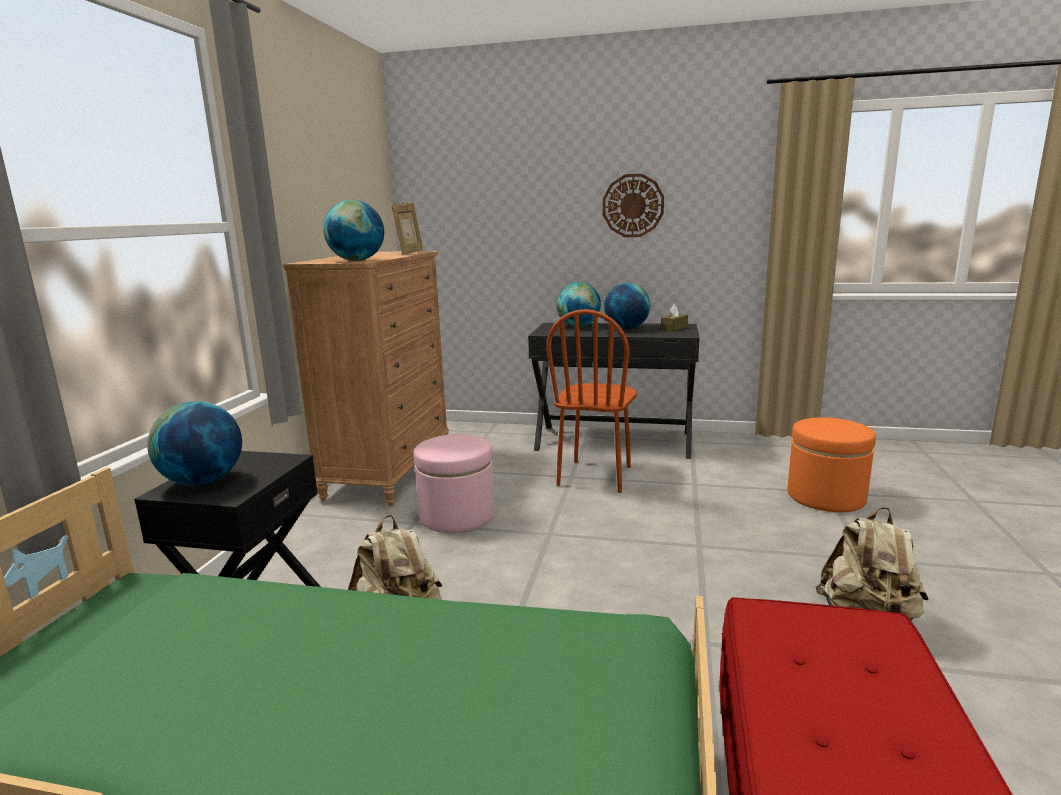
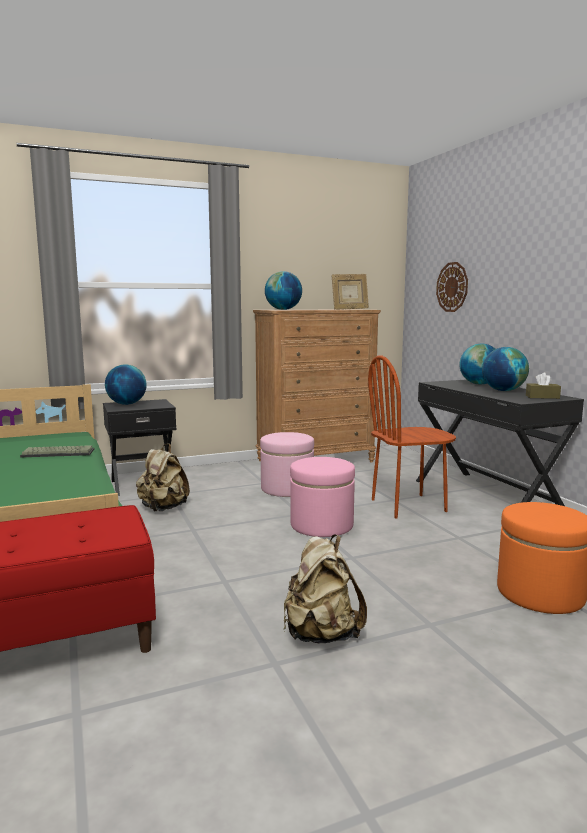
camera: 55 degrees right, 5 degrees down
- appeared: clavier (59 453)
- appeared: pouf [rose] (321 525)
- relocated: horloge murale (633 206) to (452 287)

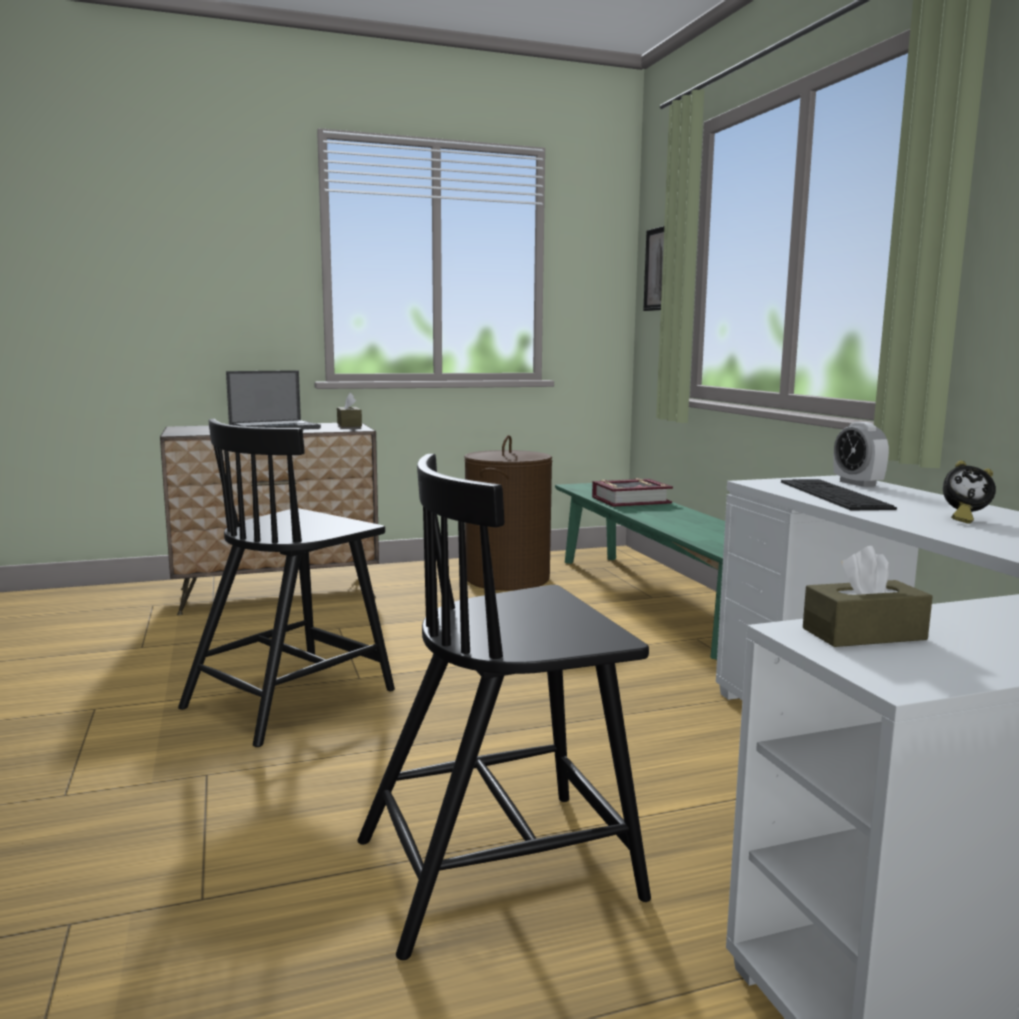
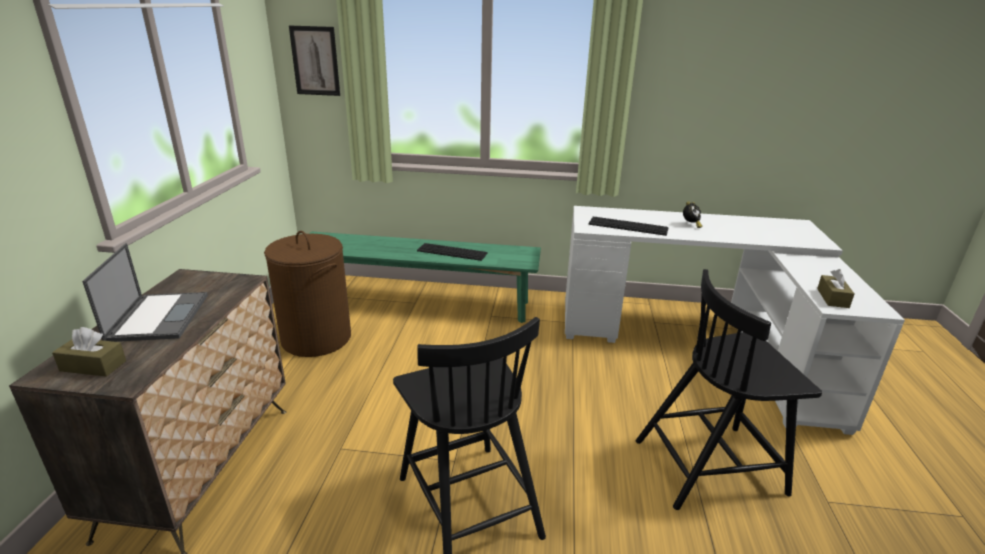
camera: 65 degrees left, 15 degrees up
- missing: livre (631 500)
- missing: réveil (857 483)
- appeared: clavier (452 252)
- relocated: boîte à mouchoirs [marron] (349 424) to (93 366)
- spun: chaise [noir] (502 866) = (711 466) 75 degrees clockwise

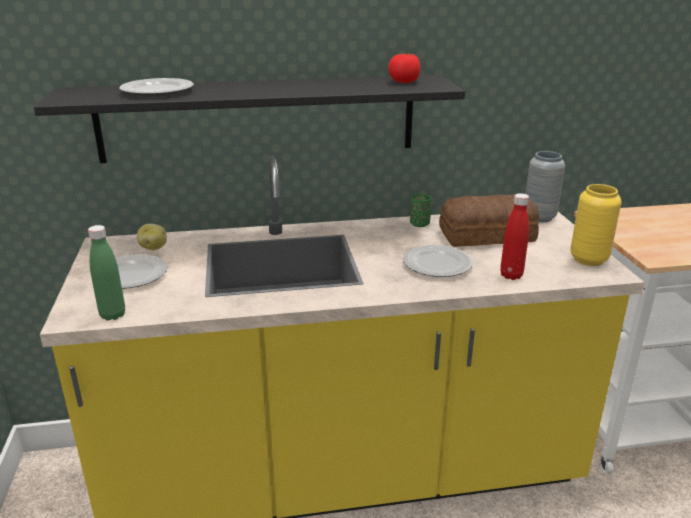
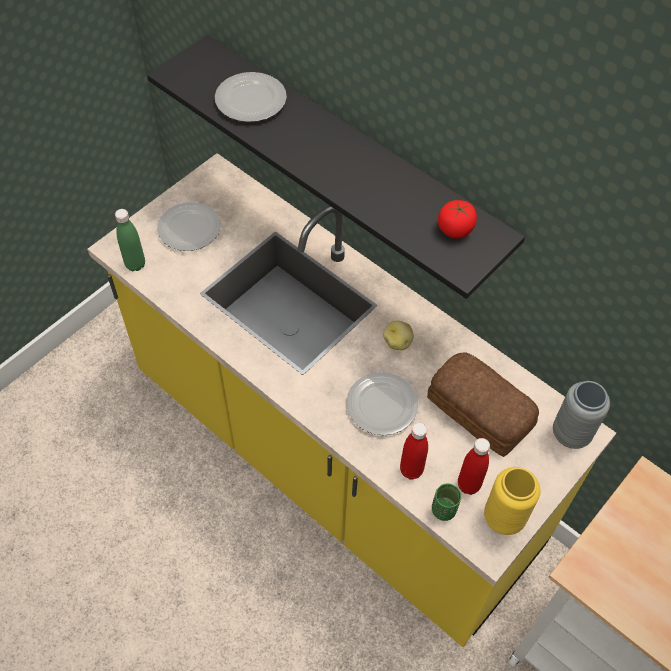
camera: 50 degrees right, 30 degrees up
- appeared: bouteille [rouge] (468 485)
- relocated: pomme de terre (153 247) to (398 342)
- relocated: tasse [vert] (419 224) to (443 510)

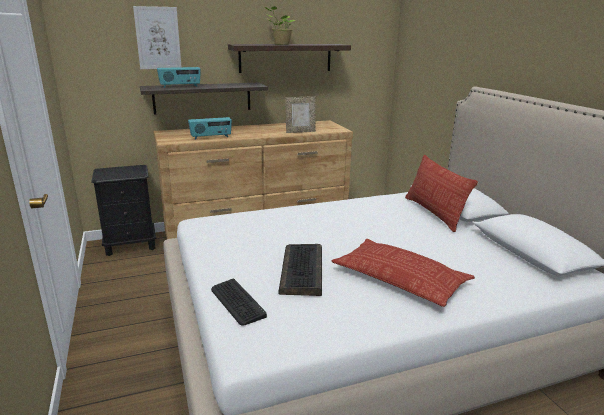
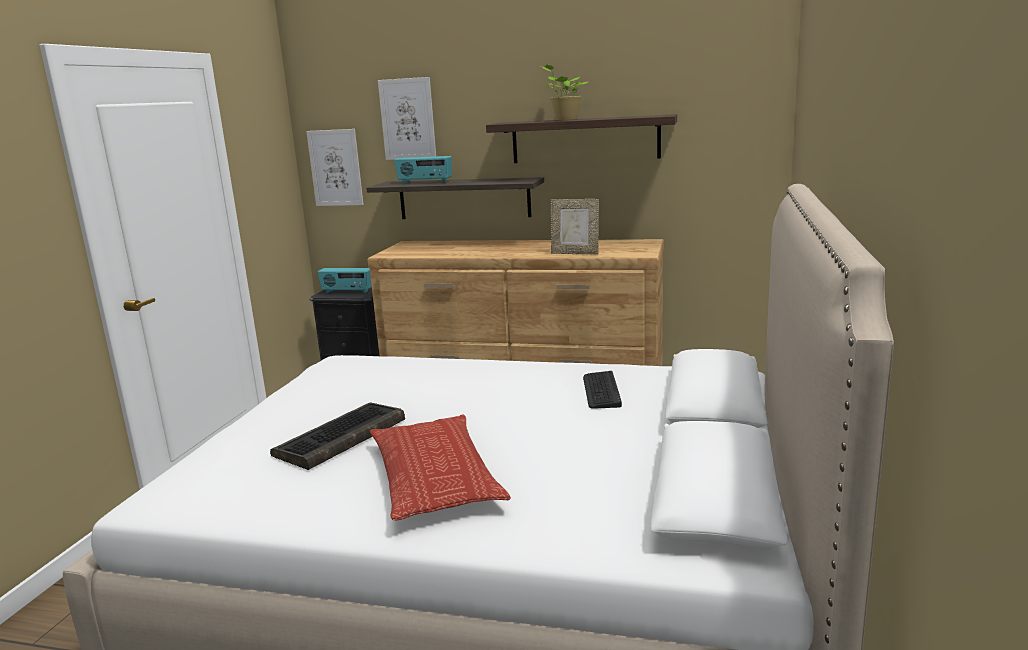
camera: 35 degrees right, 5 degrees down
- missing: coussin (434 213)
- appeared: tableau (335 168)
- relocated: radio (211 137) to (347 292)
- relocated: clavier (237 302) to (601 391)

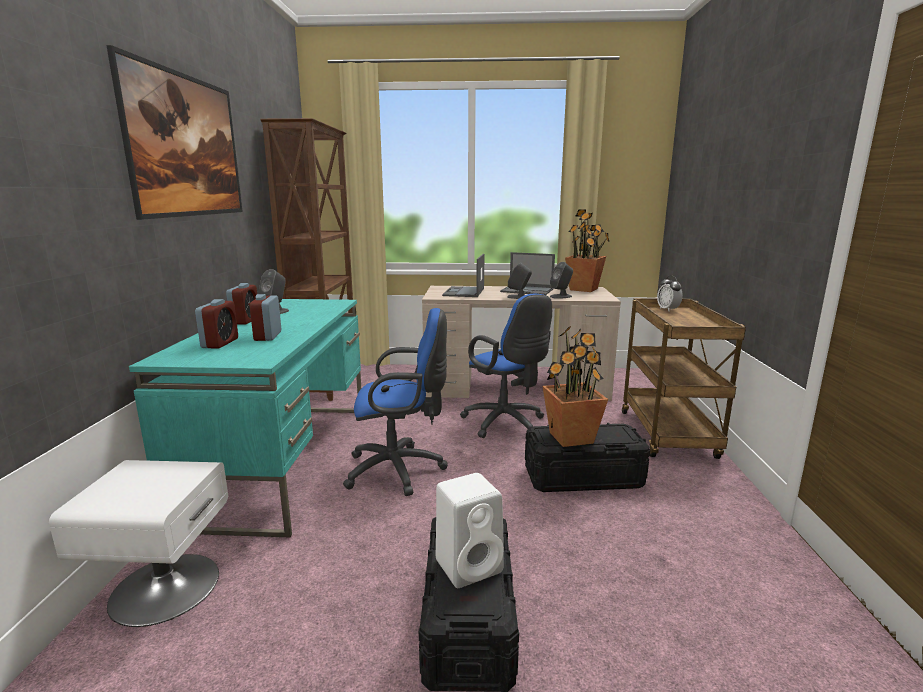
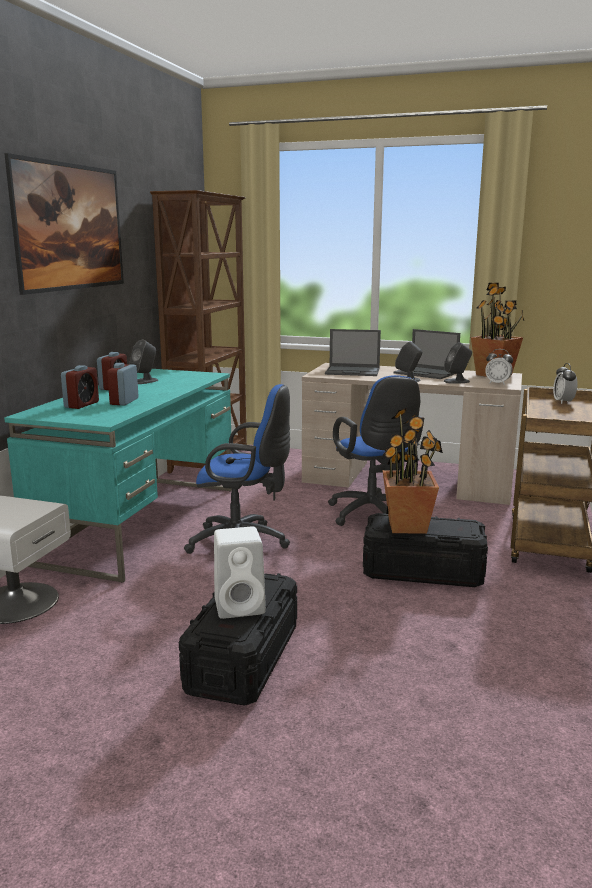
camera: 15 degrees right, 0 degrees up
- appeared: réveil (497 383)
- spun: ordinateur portable (464 292) = (353 371) 105 degrees counterclockwise

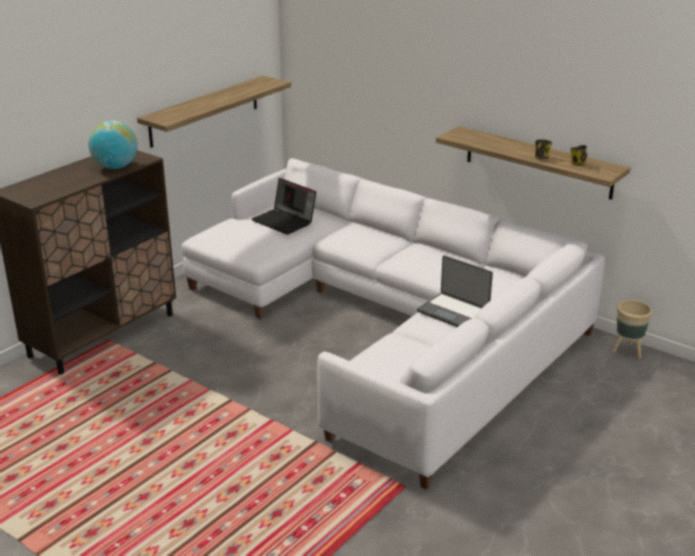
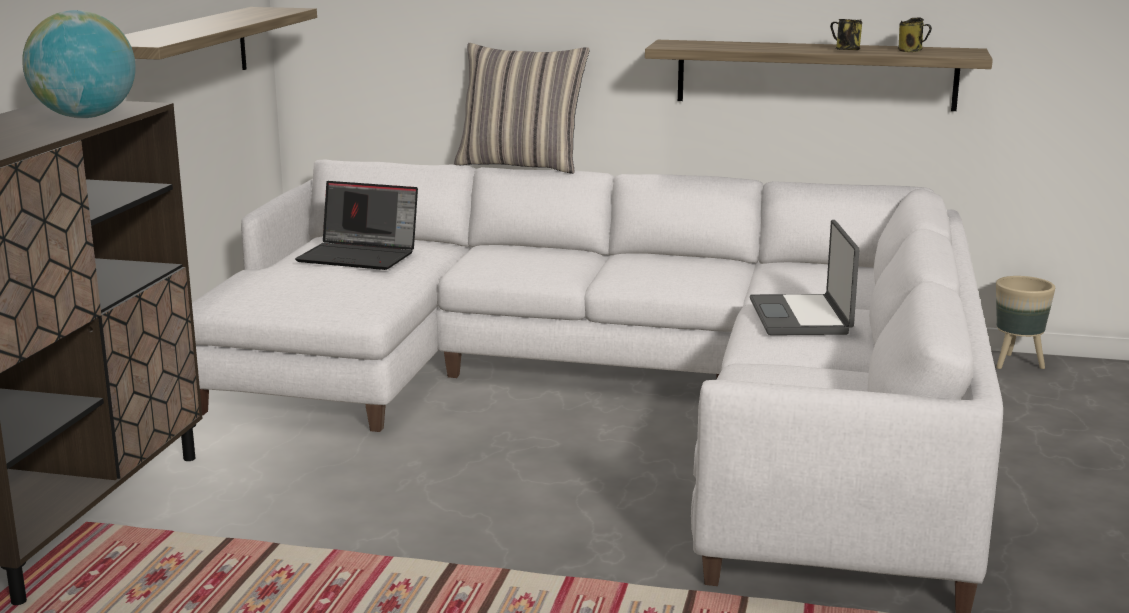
camera: 25 degrees left, 10 degrees down
- appeared: coussin (521 165)
- spun: ordinateur portable (454 312) = (802 317) 75 degrees clockwise

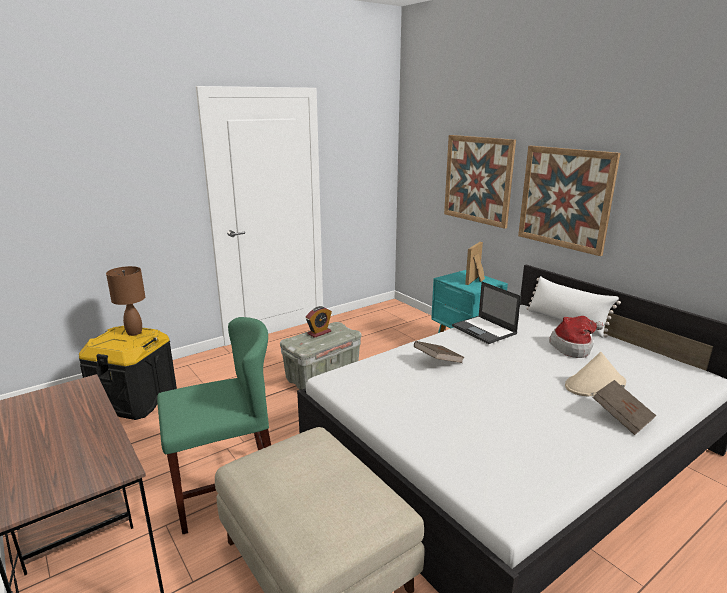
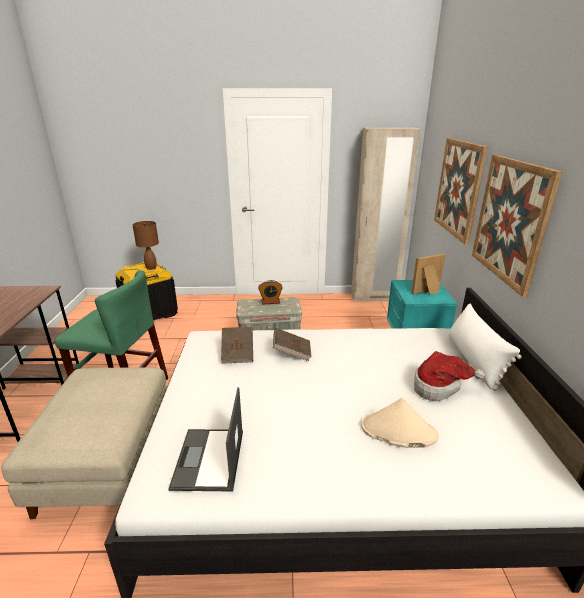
camera: 35 degrees right, 5 degrees up
- appeared: armoire [beige] (374 297)
- relocated: ordinateur portable (484 330) to (209 460)
- relocated: livre [marron] (621 417) to (238 353)

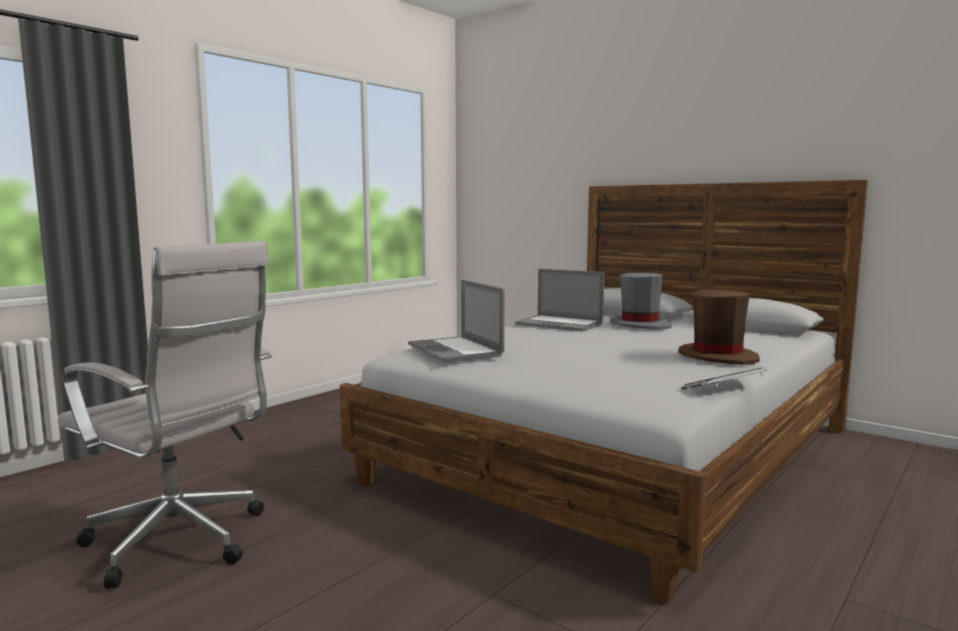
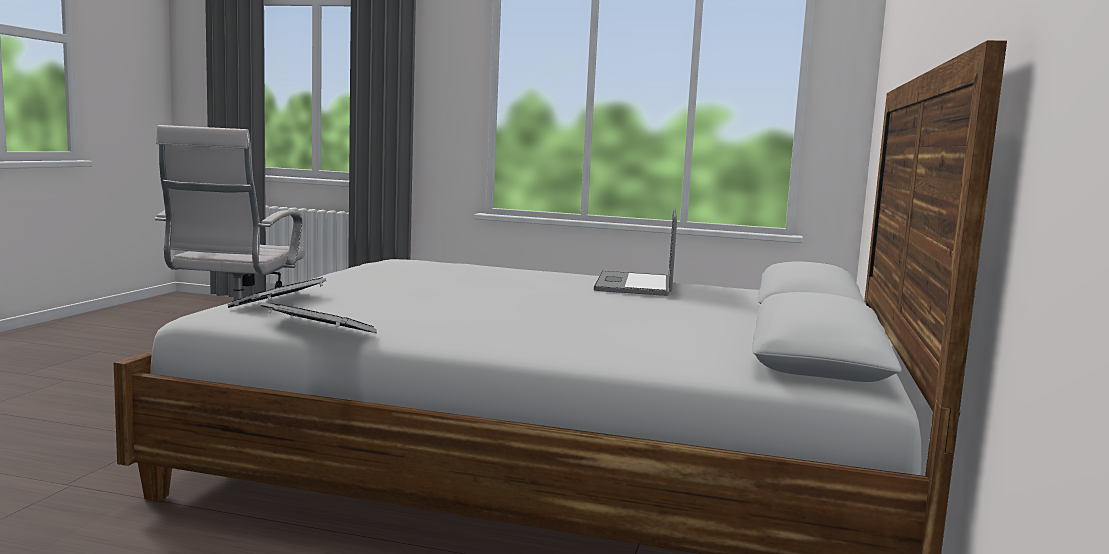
camera: 65 degrees right, 0 degrees up
- missing: ordinateur portable (454 350)
- missing: chapeau [gris] (640 325)
- missing: chapeau [marron] (717 357)
- appeared: clavier (280 301)

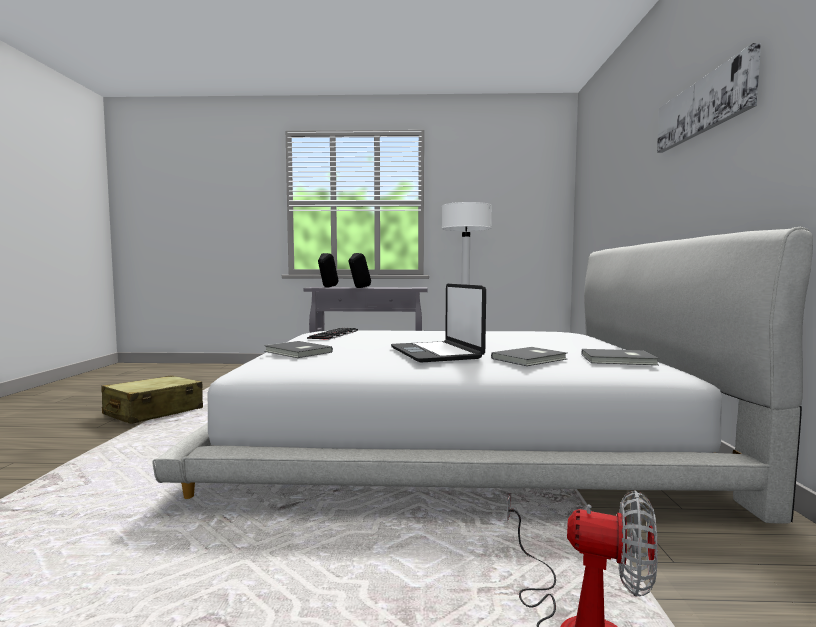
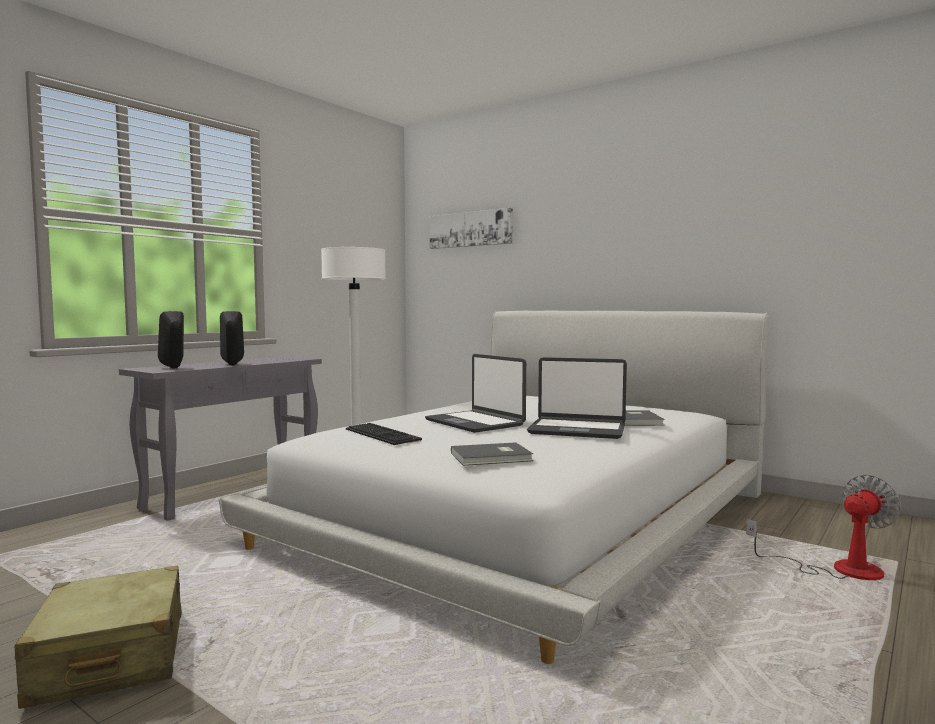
camera: 55 degrees left, 0 degrees up
- missing: livre [gris] (619 360)
- appeared: ordinateur portable (475 423)
- relocated: tableau (703 107) to (470 229)

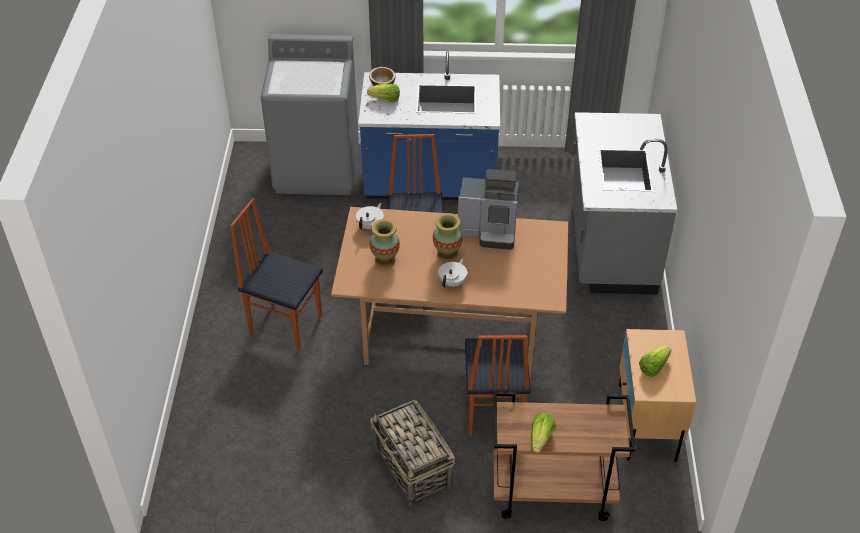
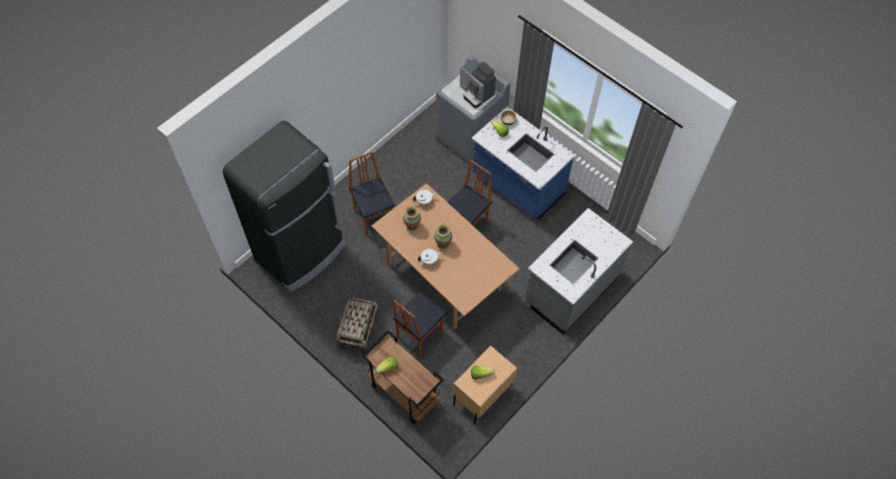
camera: 40 degrees right, 15 degrees up
- appeared: réfrigérateur [noir] (301 252)
- relocated: machine à café (489 231) to (476 93)

